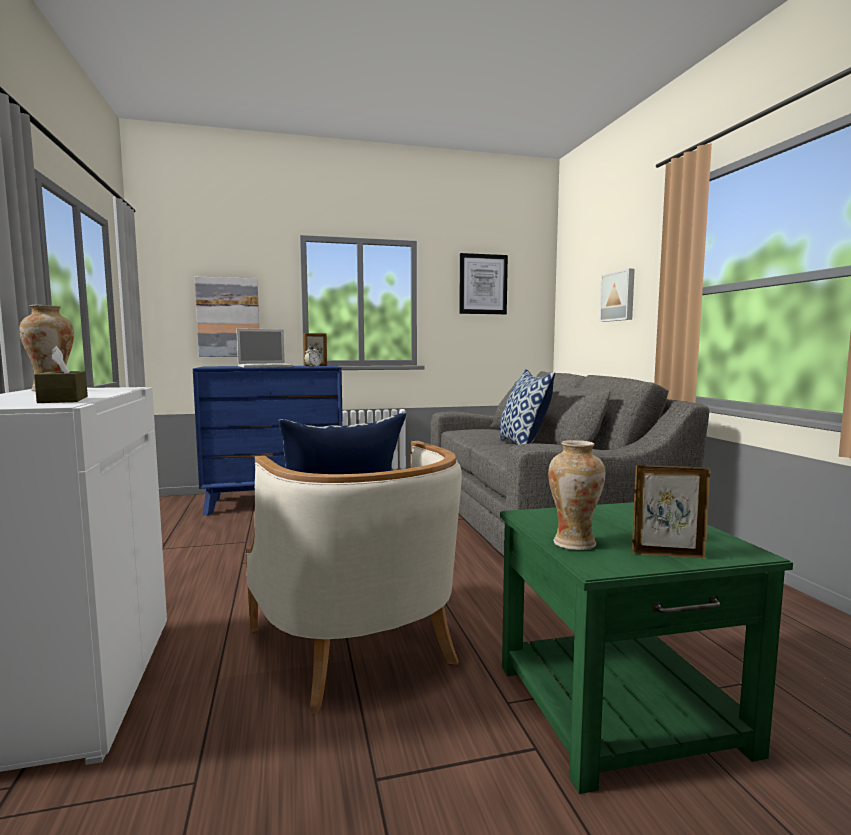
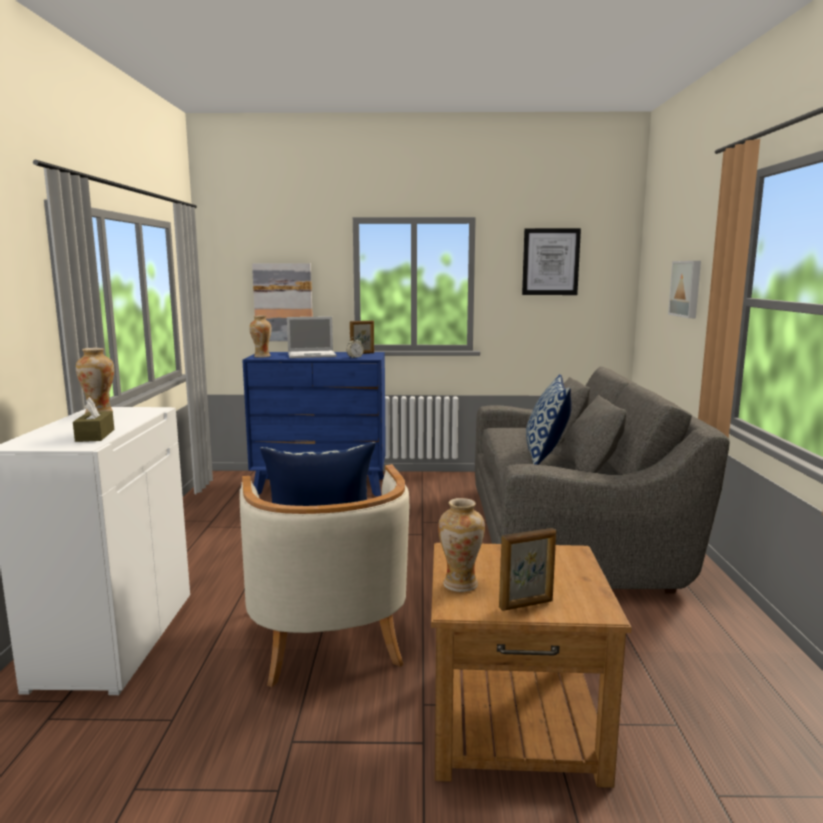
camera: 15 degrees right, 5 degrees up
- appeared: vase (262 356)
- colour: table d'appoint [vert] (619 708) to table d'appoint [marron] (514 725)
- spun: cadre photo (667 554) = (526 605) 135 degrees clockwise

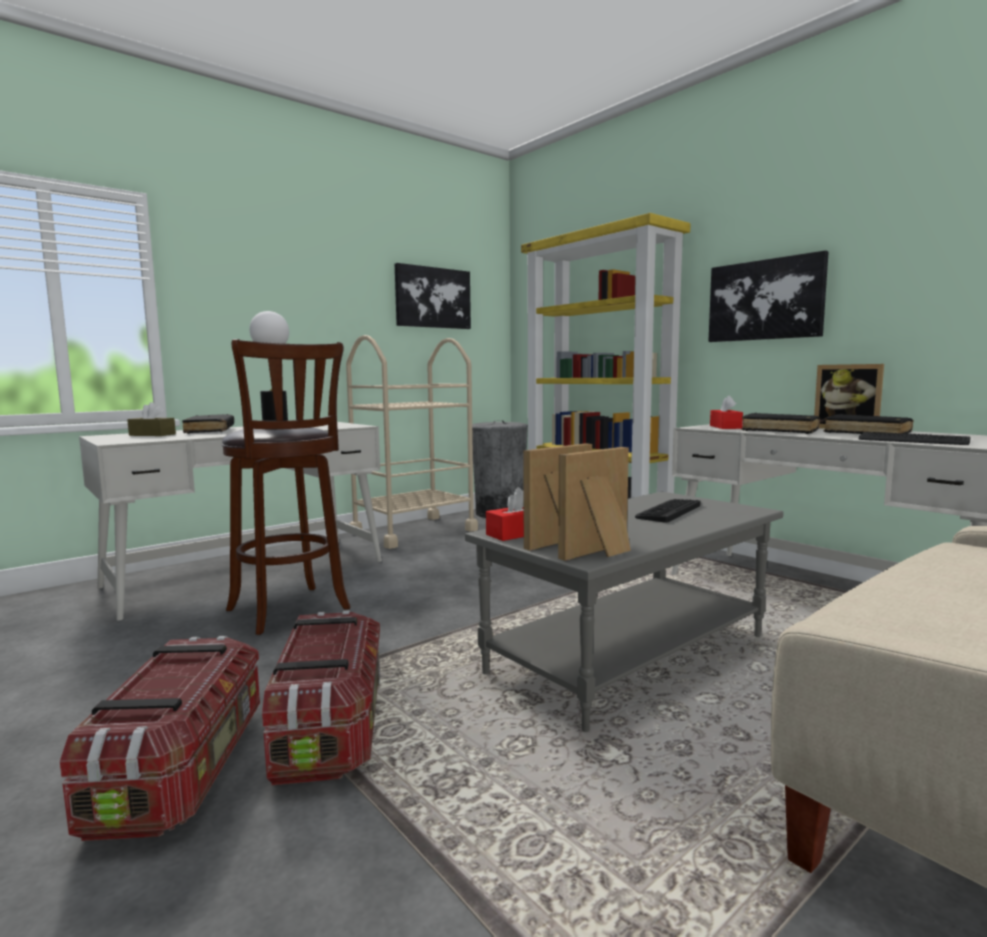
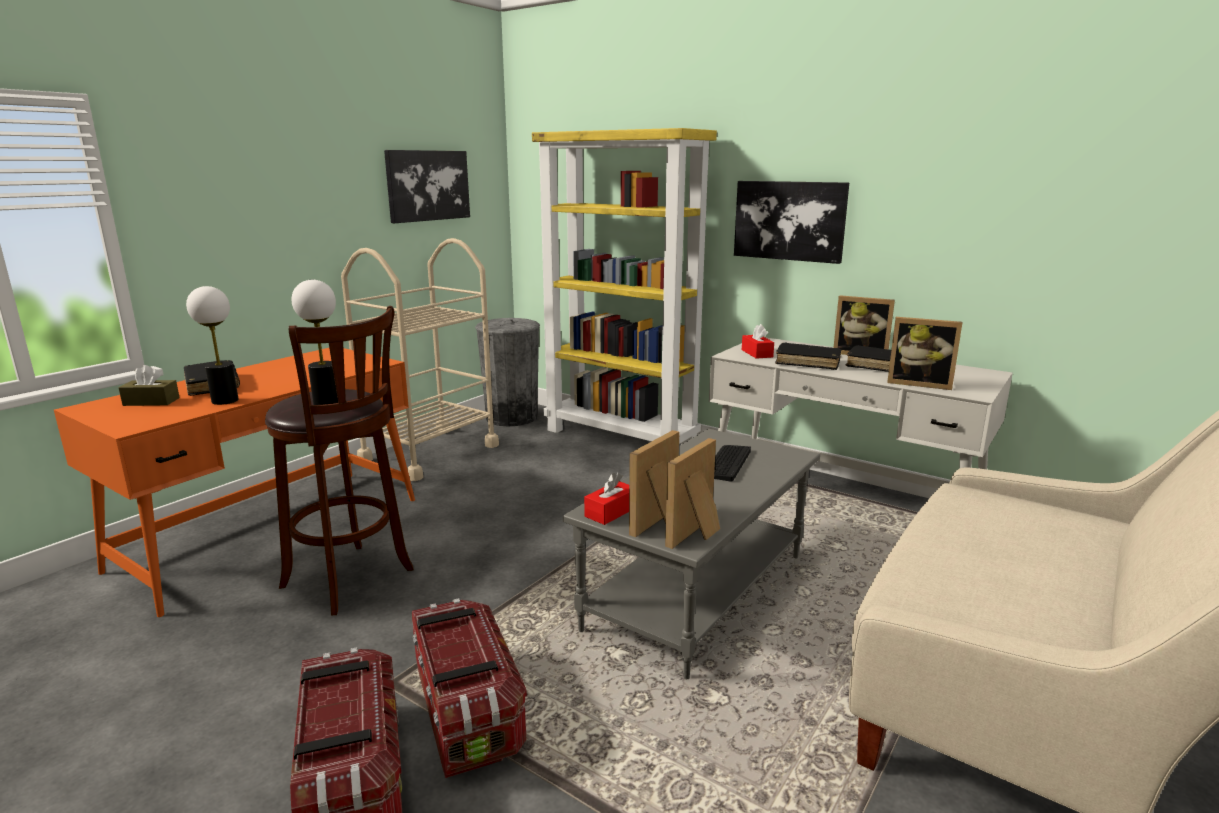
camera: 15 degrees left, 10 degrees up
- appeared: lampe de table (225 400)
- exchanged: clavier (912 440) to cadre photo (919 383)
- colour: bureau [blanc] (249 573) to bureau [orange] (273 533)

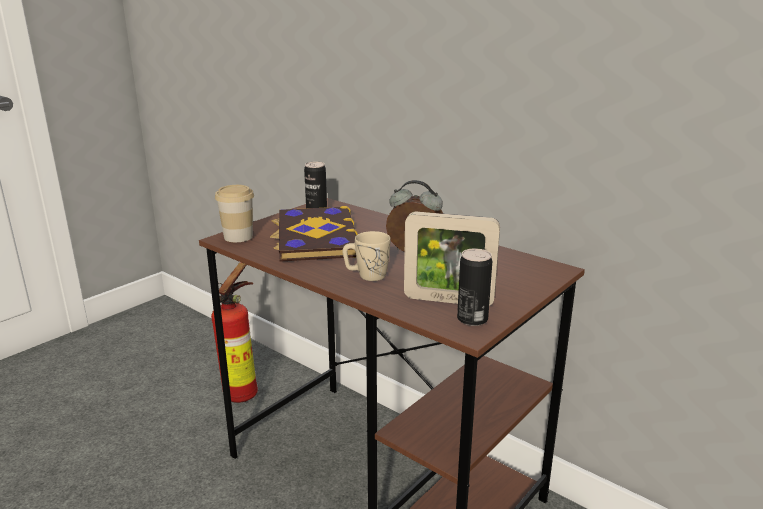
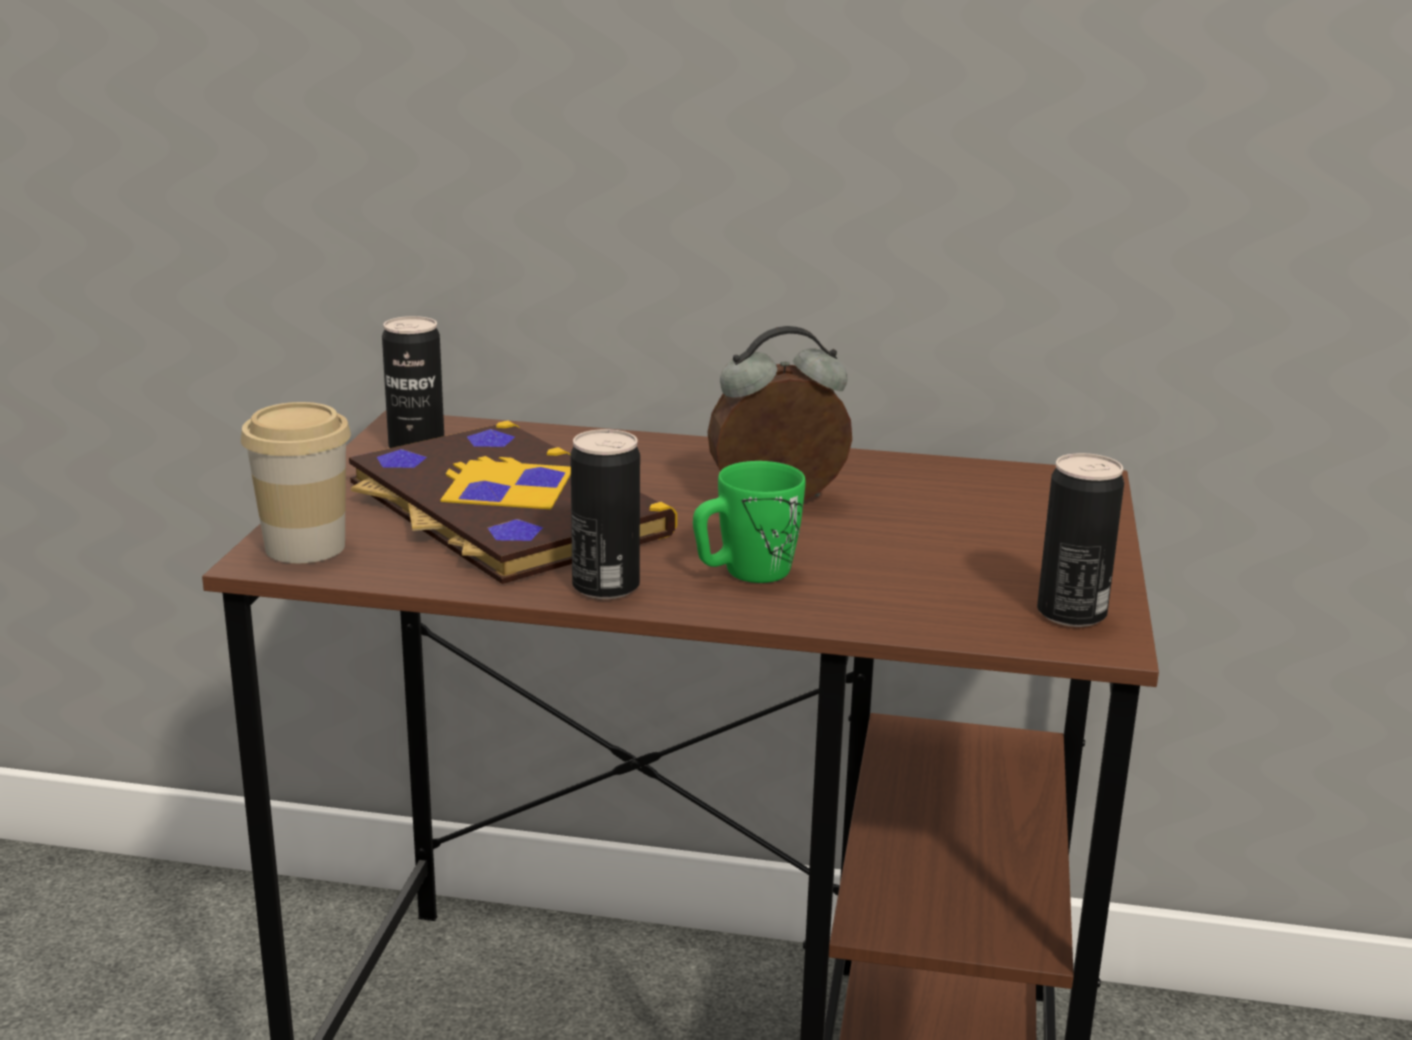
camera: 30 degrees left, 0 degrees up
- missing: extincteur (244 392)
- missing: cadre photo (448 300)
- appeared: boîte métallique (606 586)
- colour: mug [beige] (366 275) to mug [vert] (745 573)

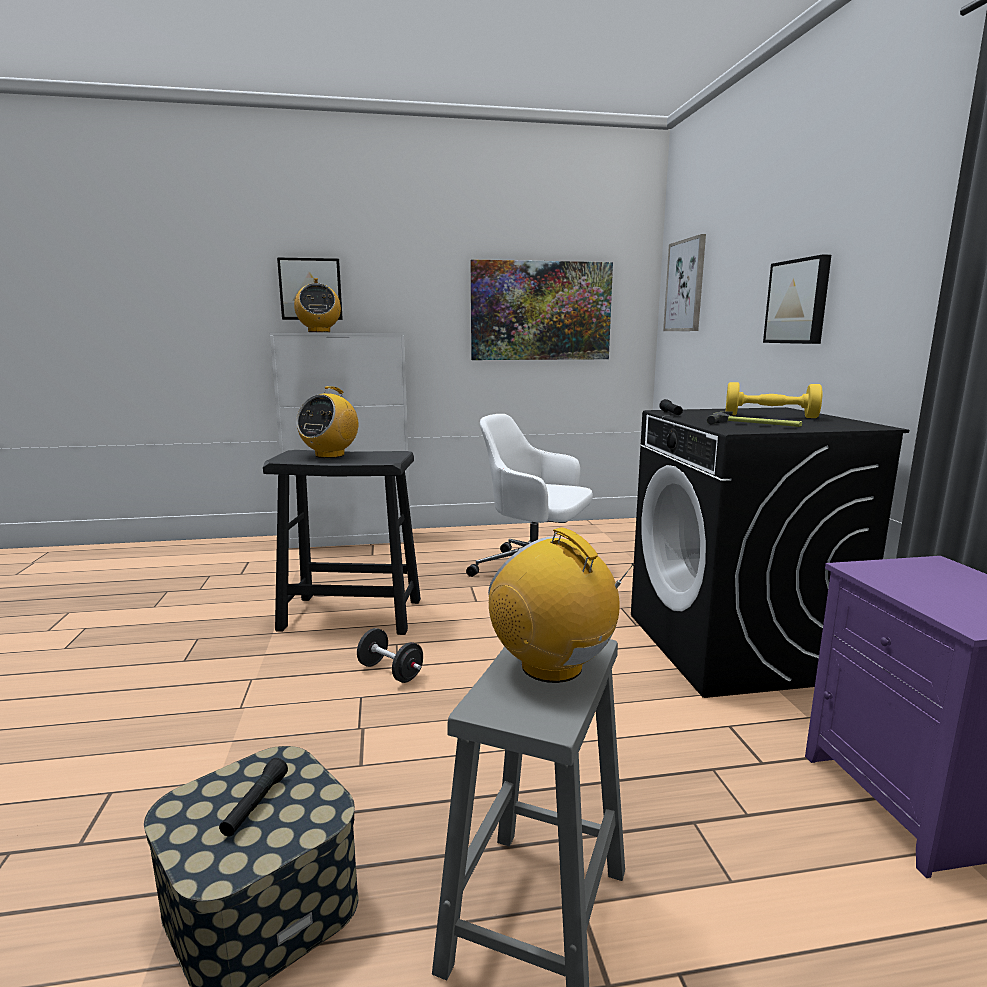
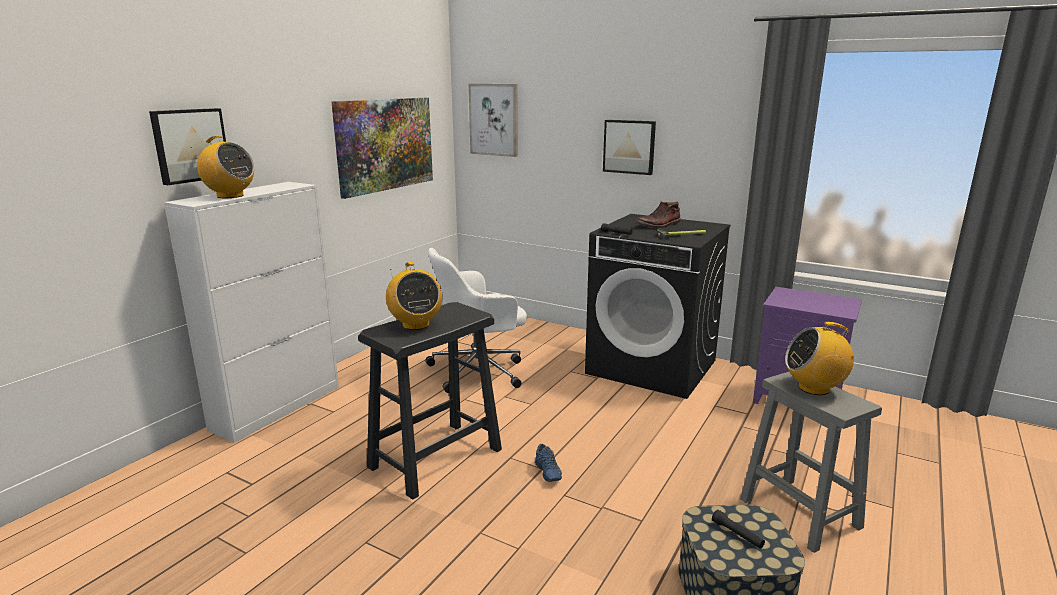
camera: 50 degrees left, 5 degrees up
- exchanged: haltère [noir] (390 672) to chaussure [bleu] (546 473)
- exchanged: haltère [jaune] (770 416) to botte [marron] (659 225)

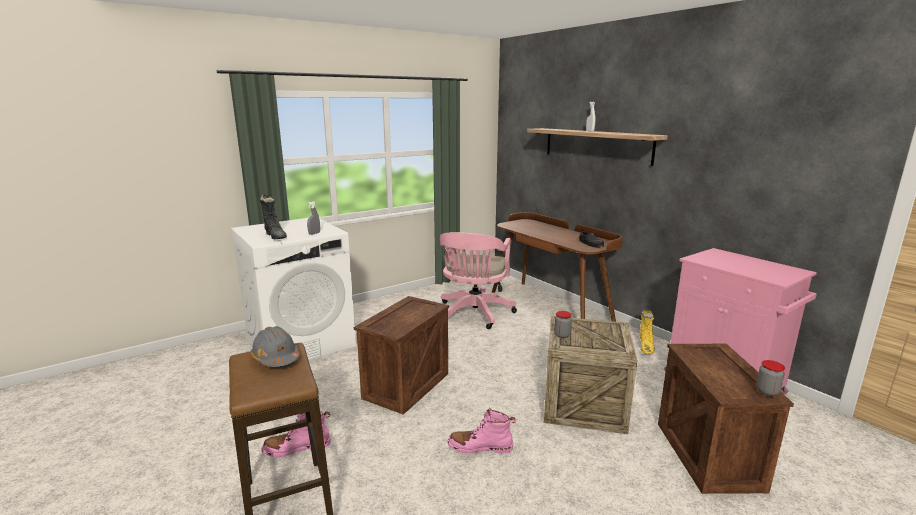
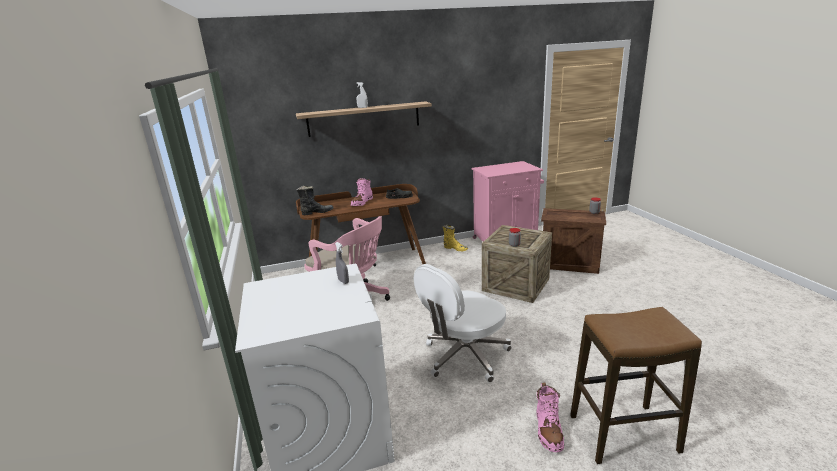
camera: 70 degrees left, 5 degrees up
- missing: casque de chantier [gris] (276 358)
- relocated: botte [noir] (276 236) to (317 212)
- relocated: botte [rose] (480 447) to (362 203)
- exchanged: caisse (406 385) to chaise de bureau [blanc] (464 356)

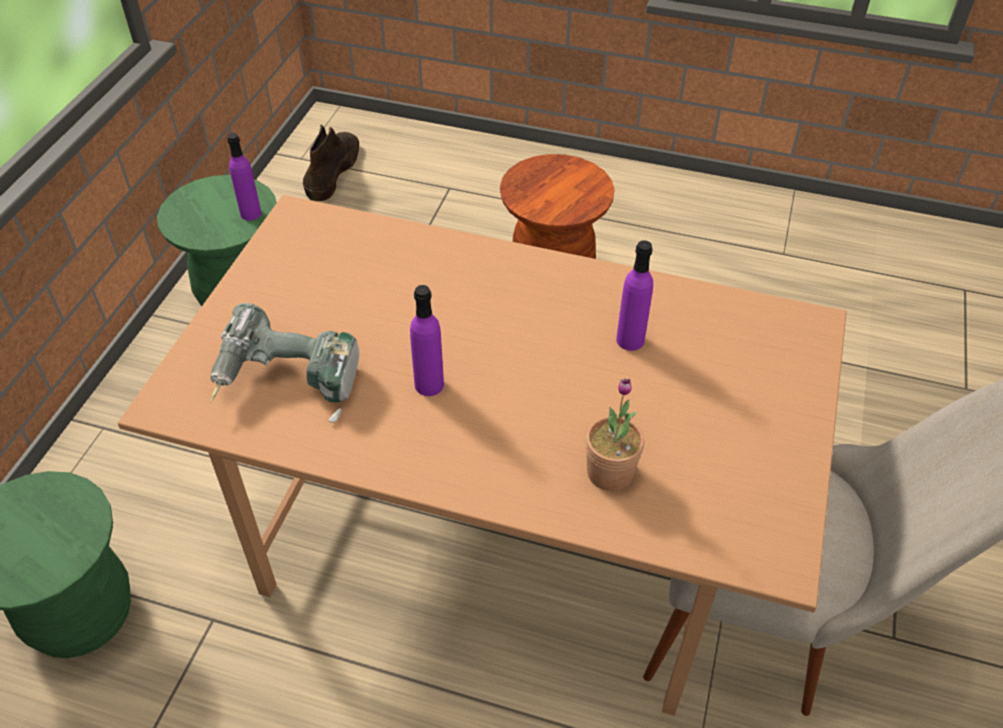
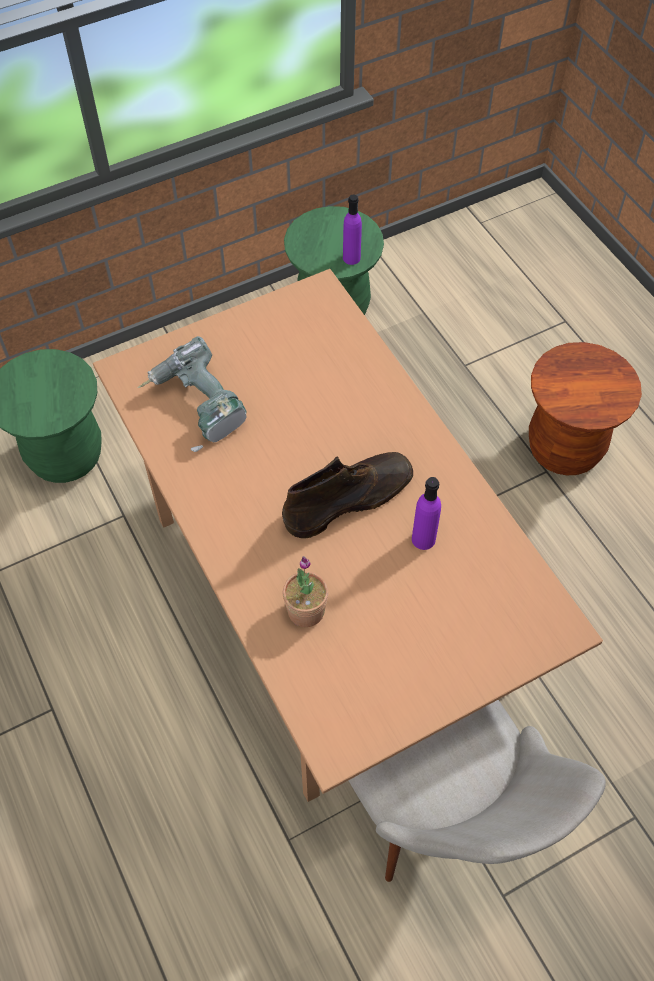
camera: 45 degrees right, 10 degrees up
- missing: bouteille [violet] (429 384)
- relocated: botte [marron] (333 171) to (349 499)

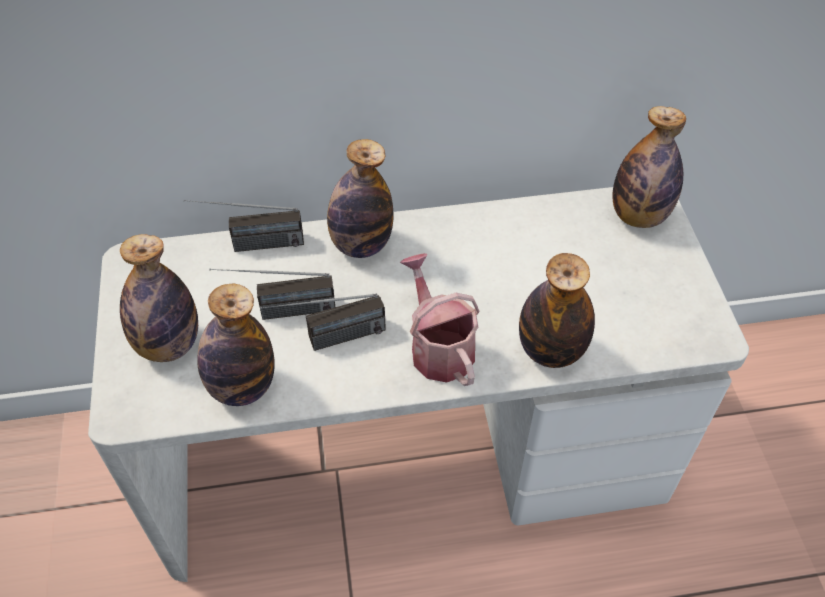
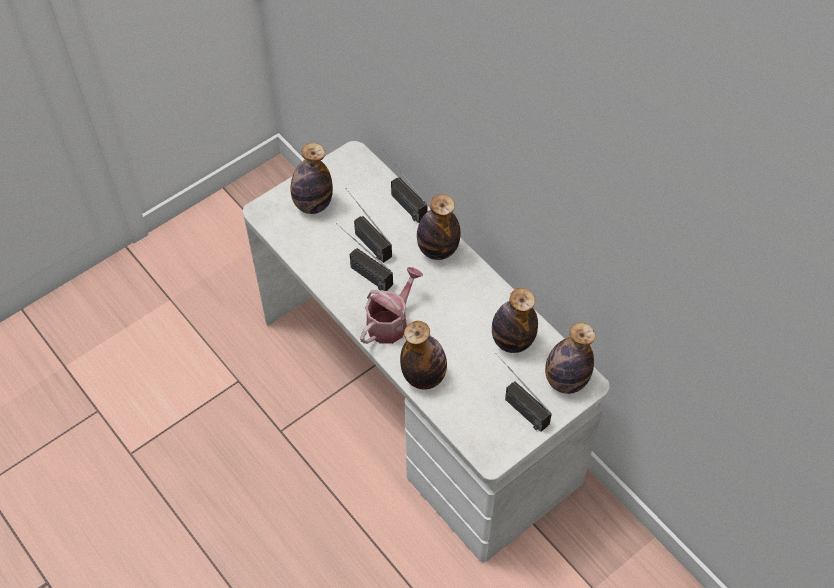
camera: 60 degrees right, 5 degrees up
- appeared: radio (516 404)
- relocated: bouteille (242 387) to (512 341)

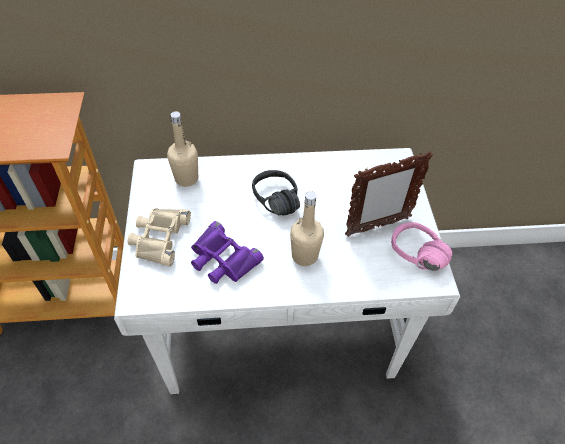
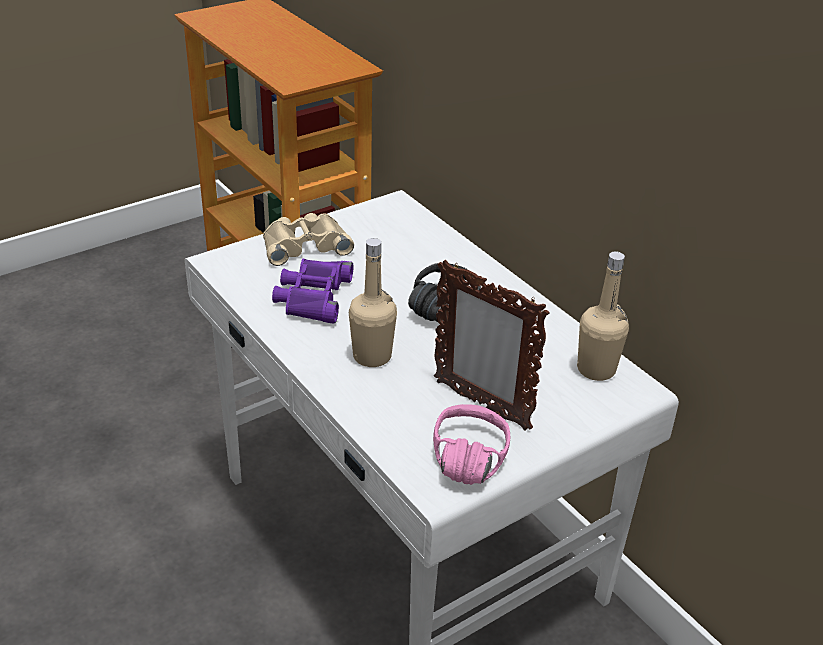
camera: 60 degrees right, 15 degrees down
- relocated: bouteille [beige] (186 178) to (596 369)

